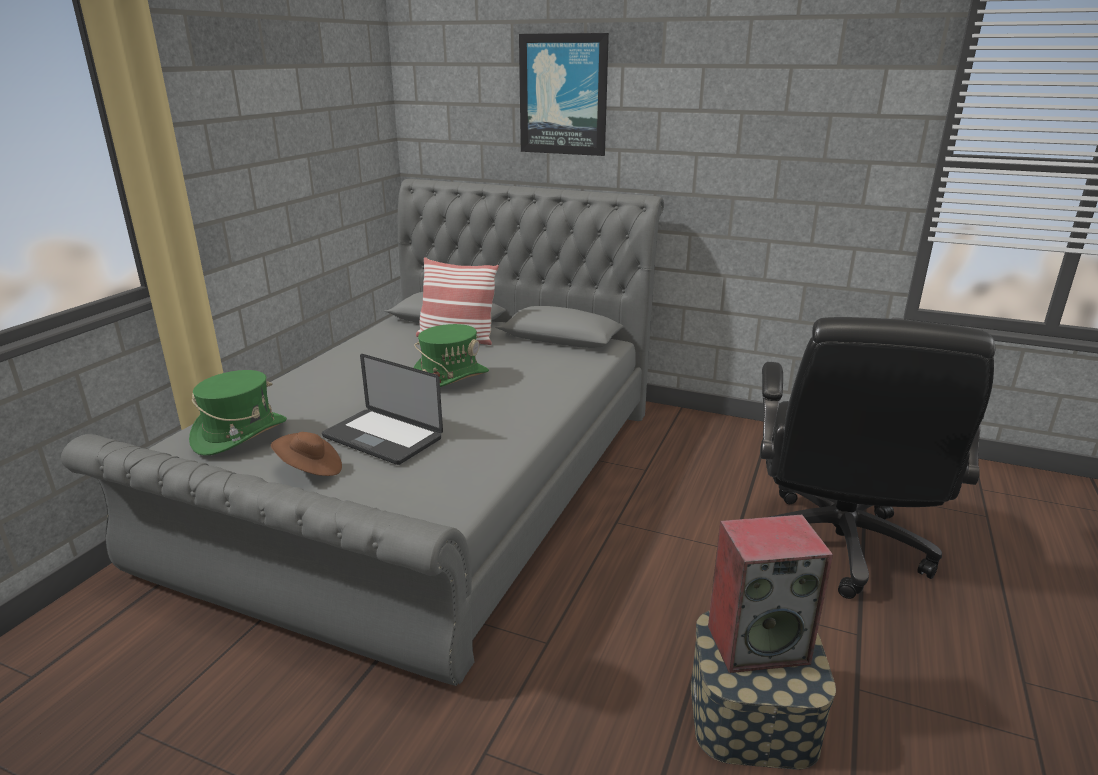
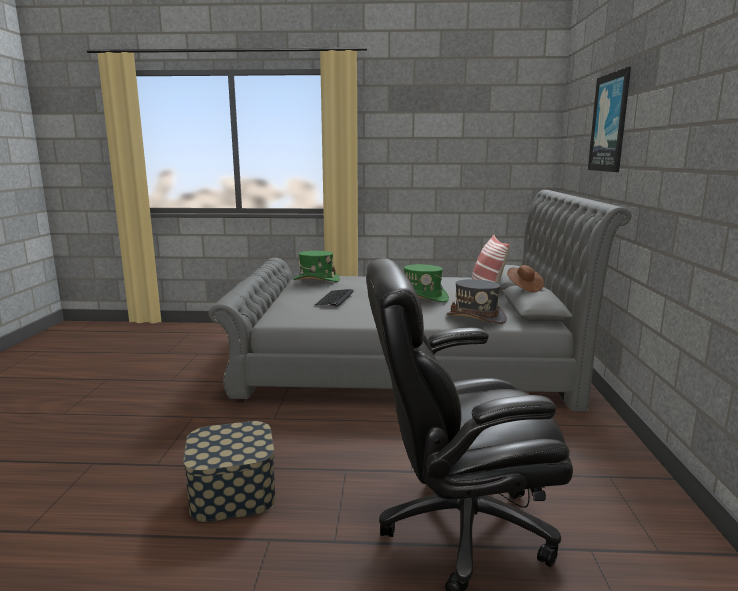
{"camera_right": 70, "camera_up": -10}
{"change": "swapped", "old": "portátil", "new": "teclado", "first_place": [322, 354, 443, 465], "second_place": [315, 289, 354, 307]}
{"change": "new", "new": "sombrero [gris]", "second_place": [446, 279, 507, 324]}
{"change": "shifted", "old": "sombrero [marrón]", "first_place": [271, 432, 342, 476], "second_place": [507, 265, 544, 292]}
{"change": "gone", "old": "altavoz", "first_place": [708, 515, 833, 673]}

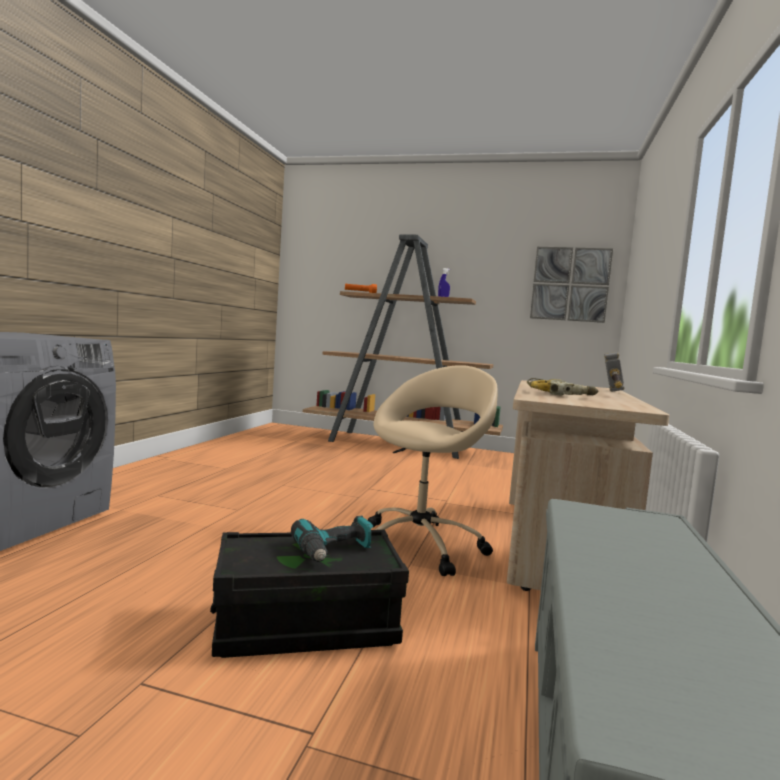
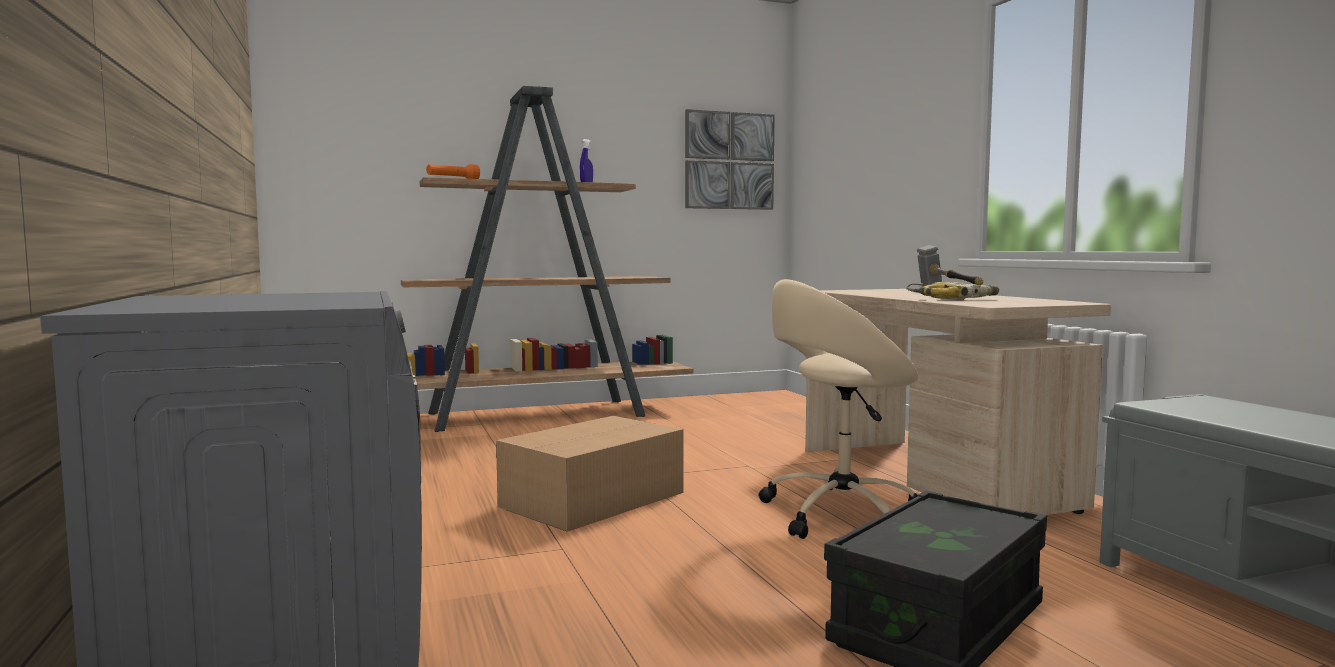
{"camera_right": -35, "camera_up": 0}
{"change": "new", "new": "caja de cartón", "second_place": [496, 416, 684, 532]}
{"change": "rotated", "old": "silla de oficina [beis]", "first_place": [368, 365, 498, 576], "second_place": [758, 279, 918, 539], "degrees": -120}
{"change": "gone", "old": "taladro", "first_place": [291, 516, 373, 562]}

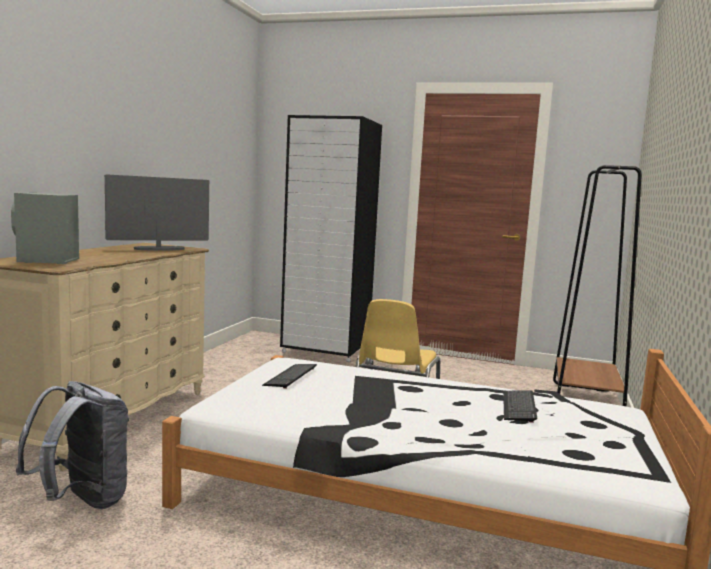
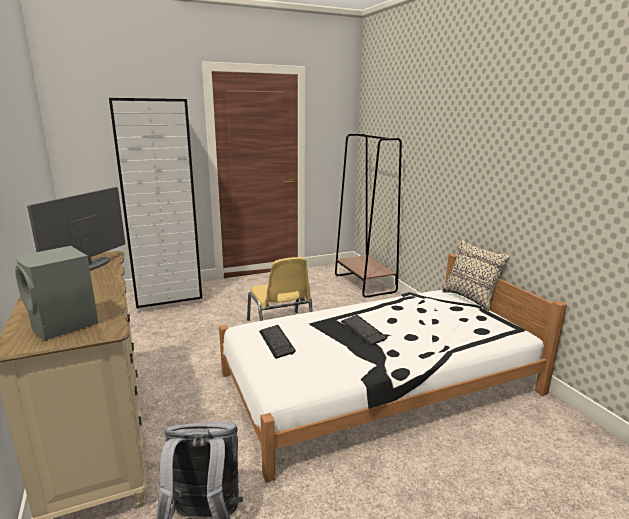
{"camera_right": -40, "camera_up": 10}
{"change": "shifted", "old": "teclado", "first_place": [503, 390, 537, 423], "second_place": [341, 315, 387, 346]}
{"change": "new", "new": "cojín [beis]", "second_place": [442, 240, 510, 312]}

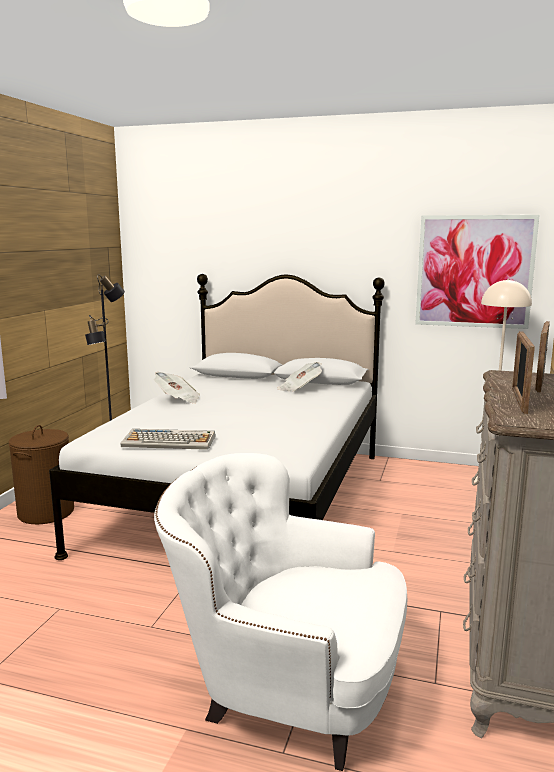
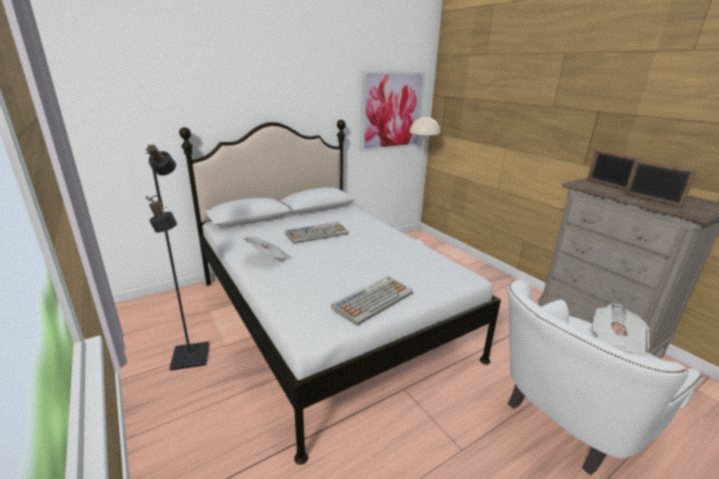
{"camera_right": -50, "camera_up": 10}
{"change": "new", "new": "teclado", "second_place": [285, 222, 349, 244]}
{"change": "shifted", "old": "periódico", "first_place": [277, 362, 322, 391], "second_place": [591, 303, 649, 356]}
{"change": "gone", "old": "cesto de la ropa [marrón]", "first_place": [8, 425, 74, 524]}

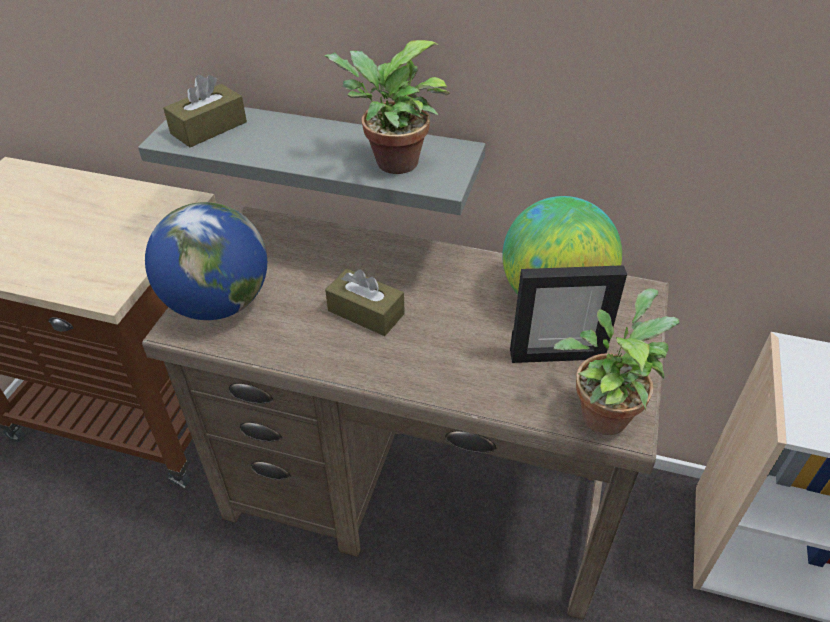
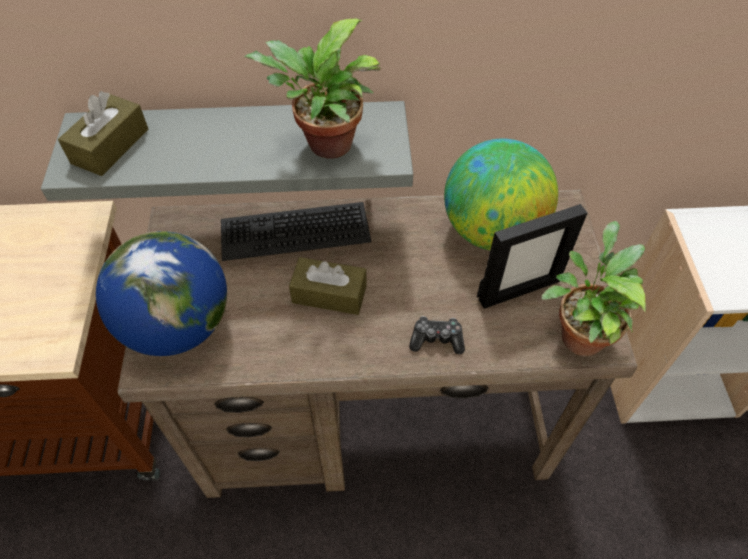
{"camera_right": -20, "camera_up": 10}
{"change": "new", "new": "teclado", "second_place": [221, 202, 372, 261]}
{"change": "new", "new": "mando de consola", "second_place": [409, 316, 465, 354]}

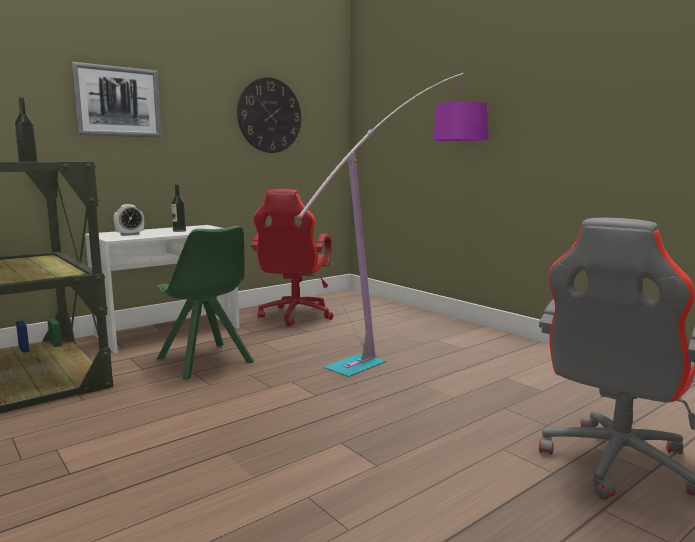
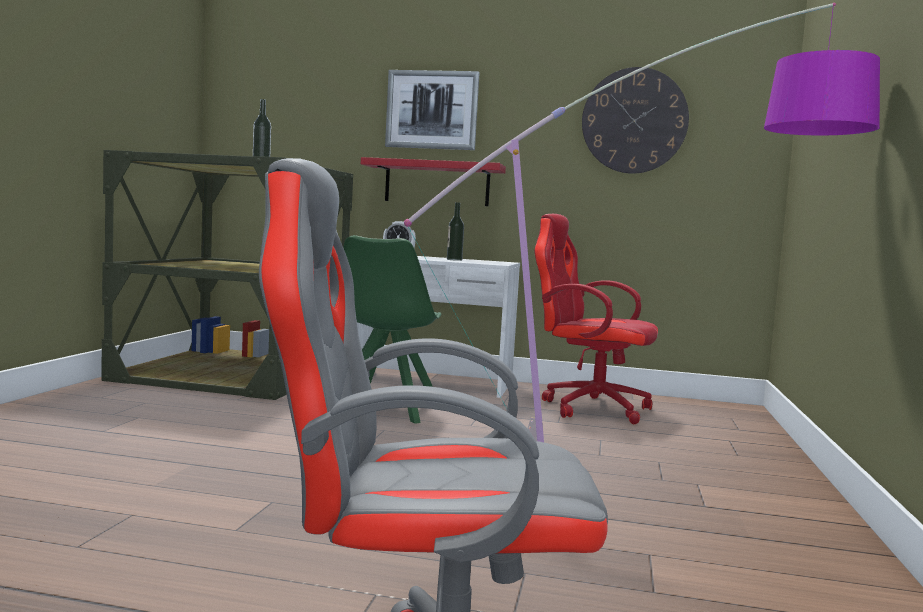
{"camera_right": 50, "camera_up": -5}
{"change": "new", "new": "estante [rojo]", "second_place": [361, 157, 506, 206]}
{"change": "rotated", "old": "silla de oficina [rojo]", "first_place": [251, 189, 333, 326], "second_place": [534, 214, 658, 424], "degrees": 60}

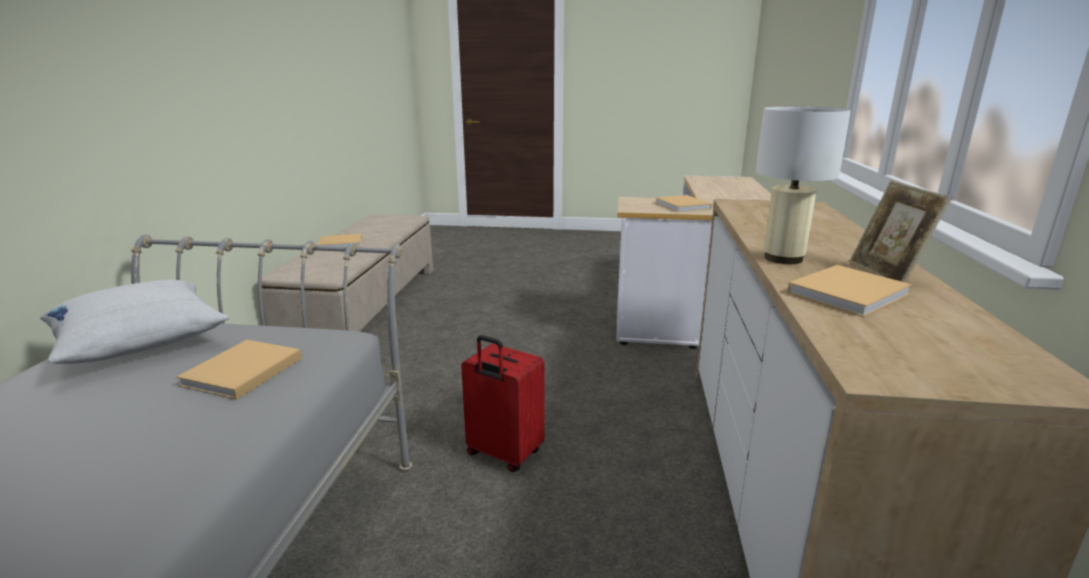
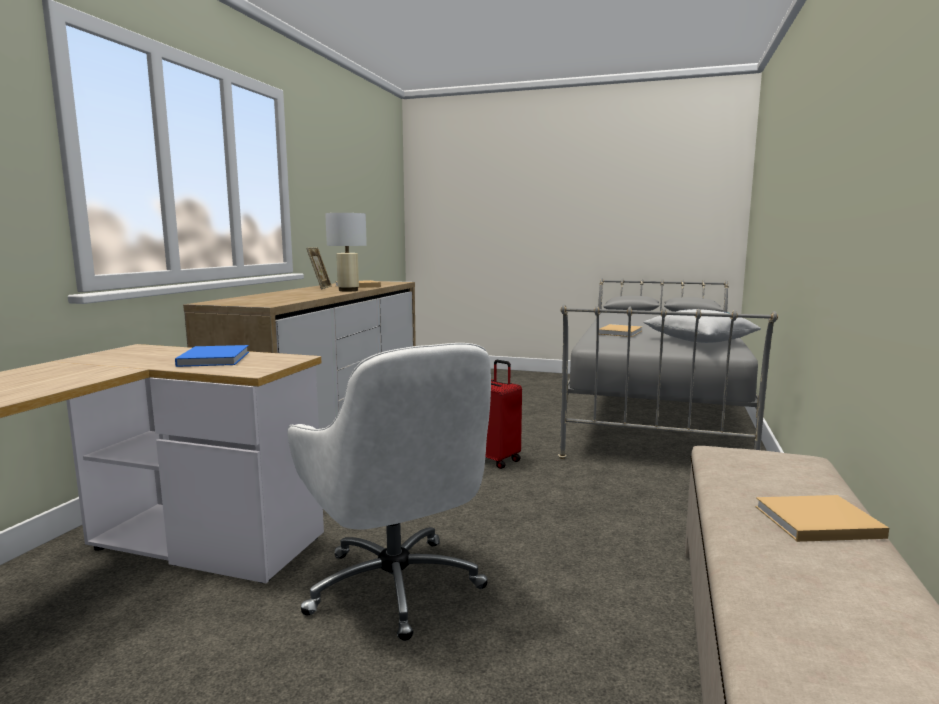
{"camera_right": -170, "camera_up": -10}
{"change": "repainted", "old": "libro [beis]", "new": "libro [azul]", "first_place": [655, 195, 712, 212], "second_place": [175, 345, 249, 367]}
{"change": "new", "new": "silla de oficina [blanco]", "second_place": [288, 343, 491, 641]}

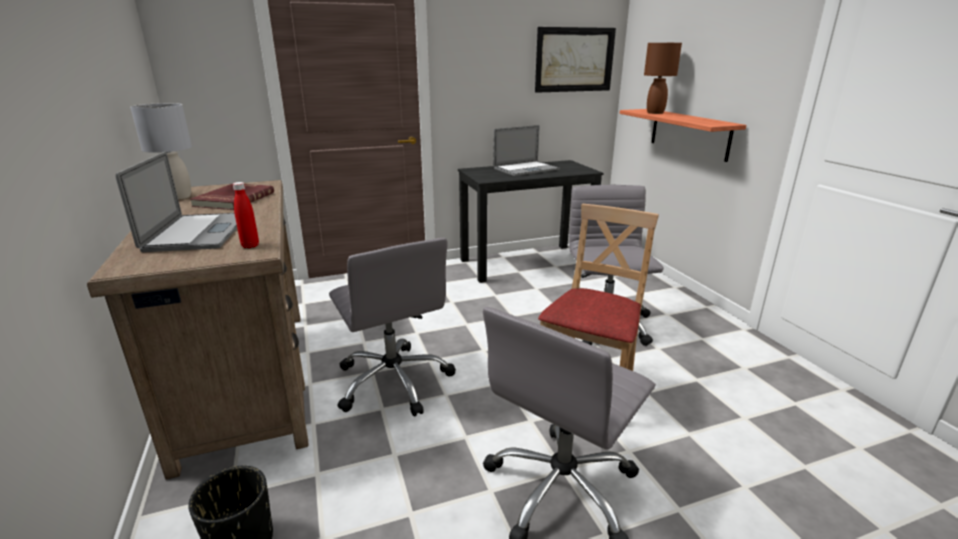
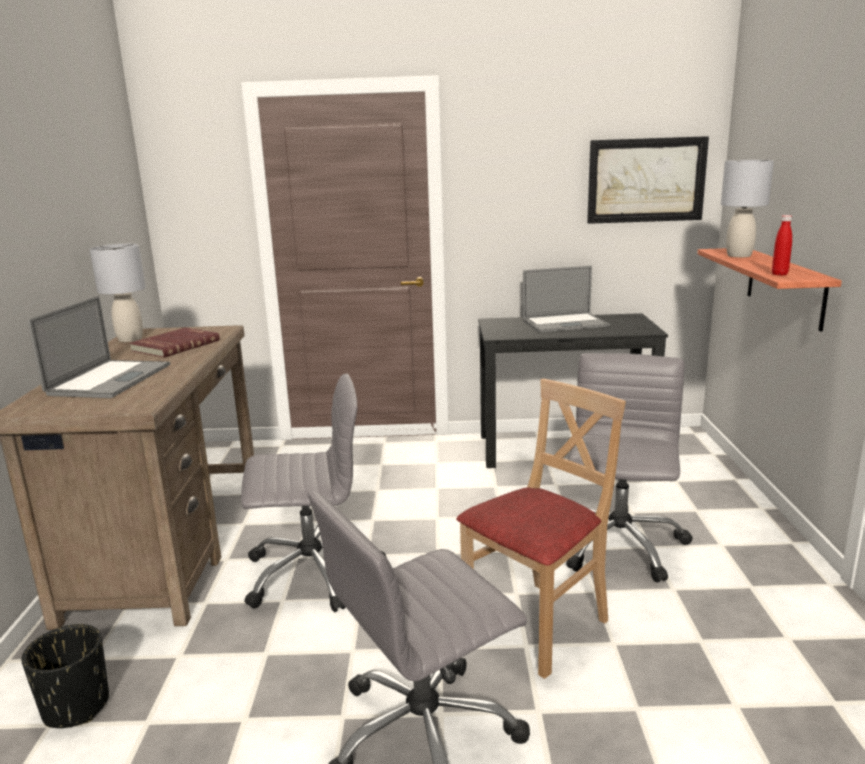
{"camera_right": 20, "camera_up": -5}
{"change": "rotated", "old": "silla de oficina [gris]", "first_place": [329, 238, 456, 416], "second_place": [241, 374, 387, 612], "degrees": -90}
{"change": "repainted", "old": "lámpara de mesa [marrón]", "new": "lámpara de mesa [gris]", "first_place": [644, 43, 682, 114], "second_place": [721, 160, 774, 257]}
{"change": "shifted", "old": "botella [rojo]", "first_place": [233, 182, 259, 248], "second_place": [772, 215, 792, 276]}

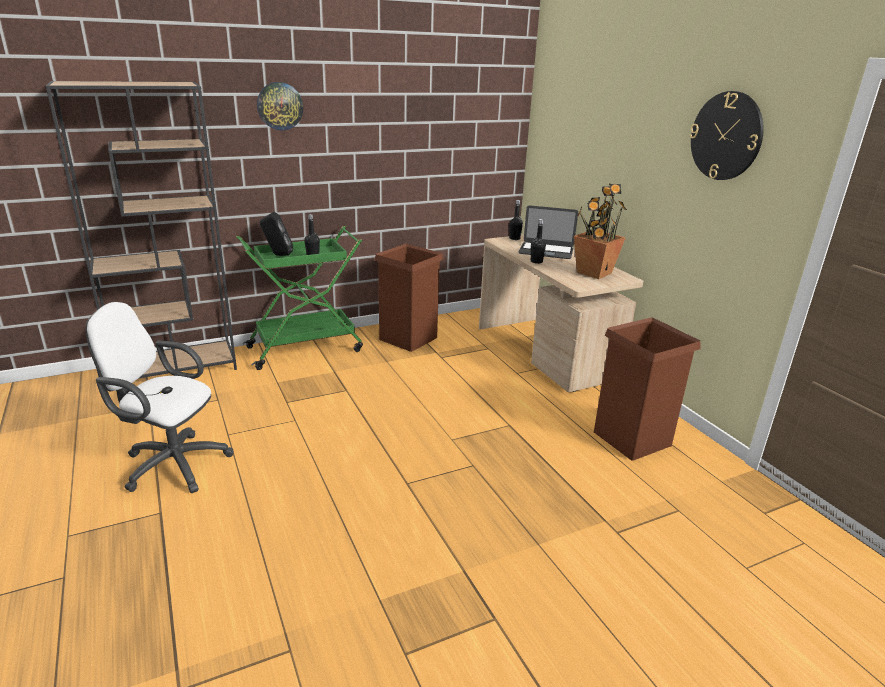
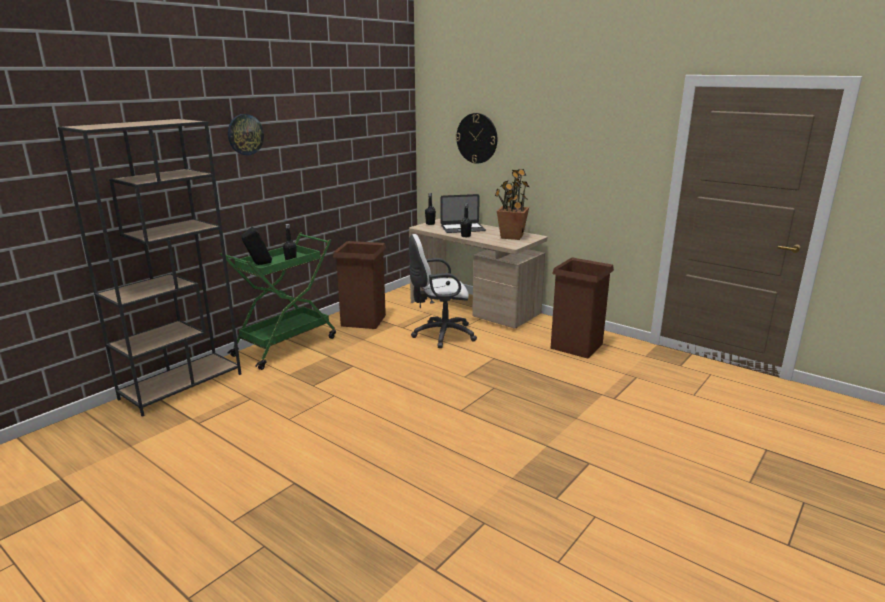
{"camera_right": -25, "camera_up": -5}
{"change": "shifted", "old": "silla de oficina [blanco]", "first_place": [86, 302, 234, 493], "second_place": [409, 234, 477, 348]}
{"change": "shifted", "old": "reloj de pared", "first_place": [690, 91, 764, 180], "second_place": [456, 113, 497, 164]}

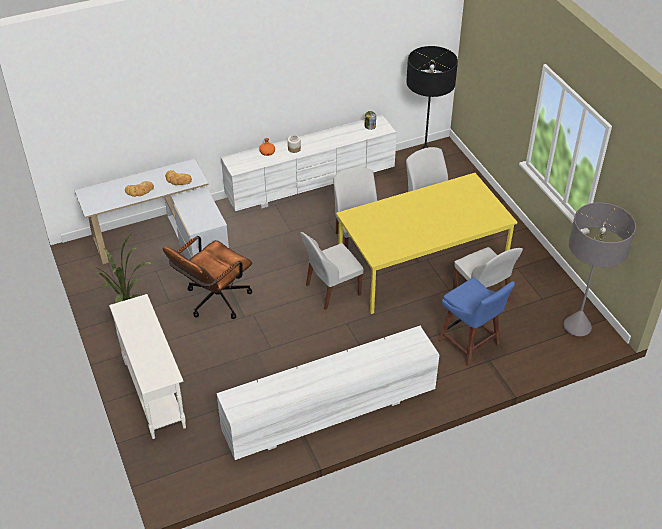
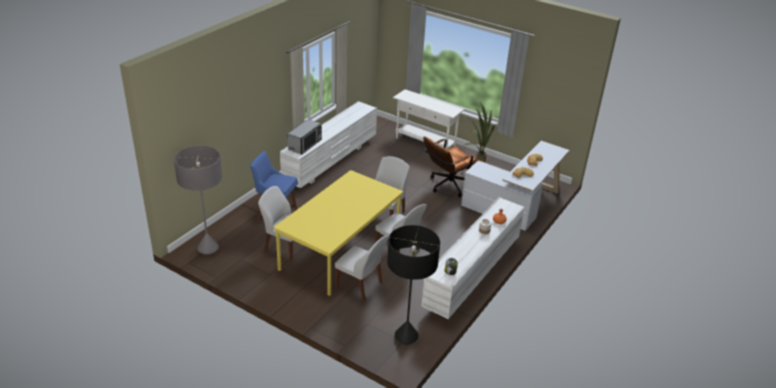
{"camera_right": 145, "camera_up": -10}
{"change": "new", "new": "microondas", "second_place": [287, 119, 322, 154]}
{"change": "rotated", "old": "silla de oficina [marrón]", "first_place": [163, 236, 252, 319], "second_place": [423, 137, 478, 197], "degrees": -135}

